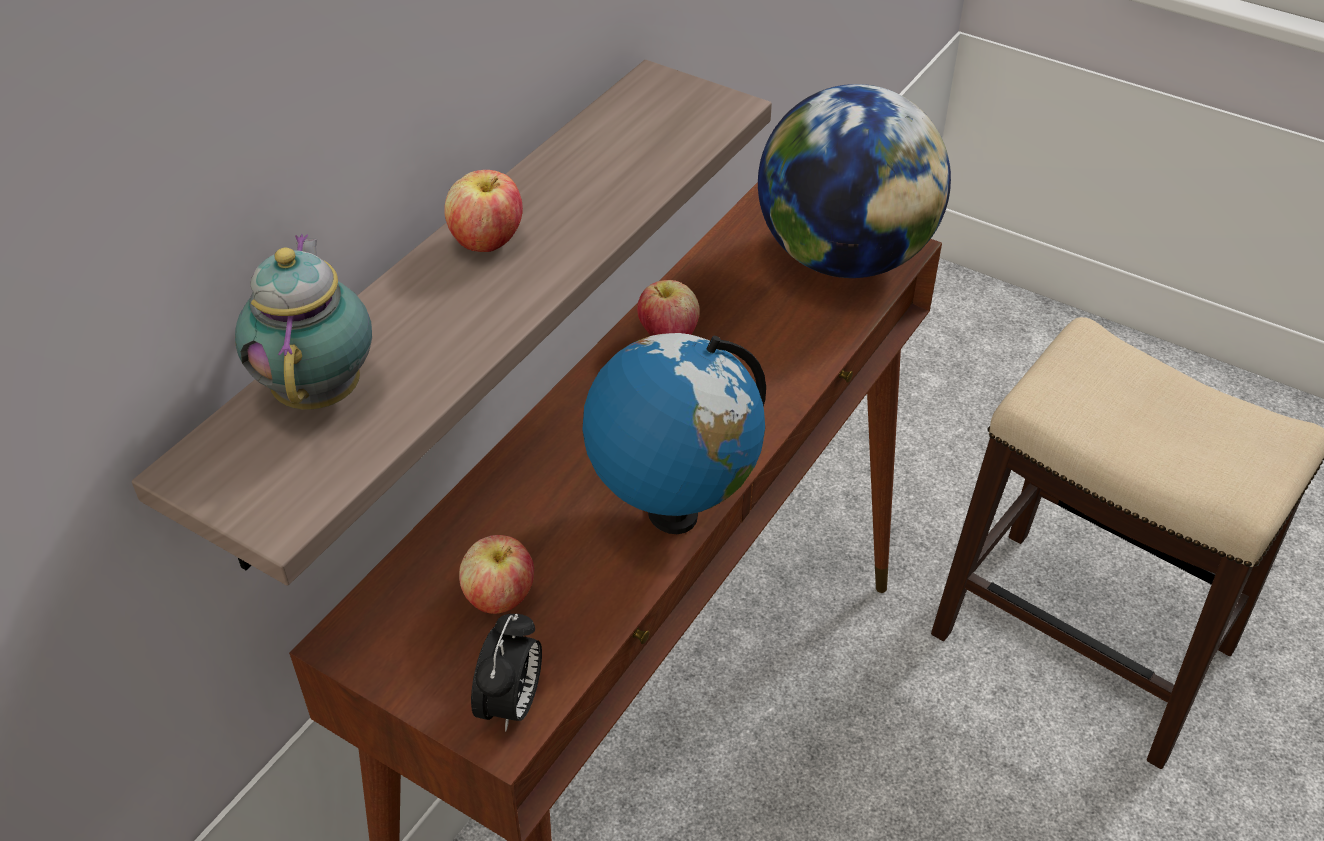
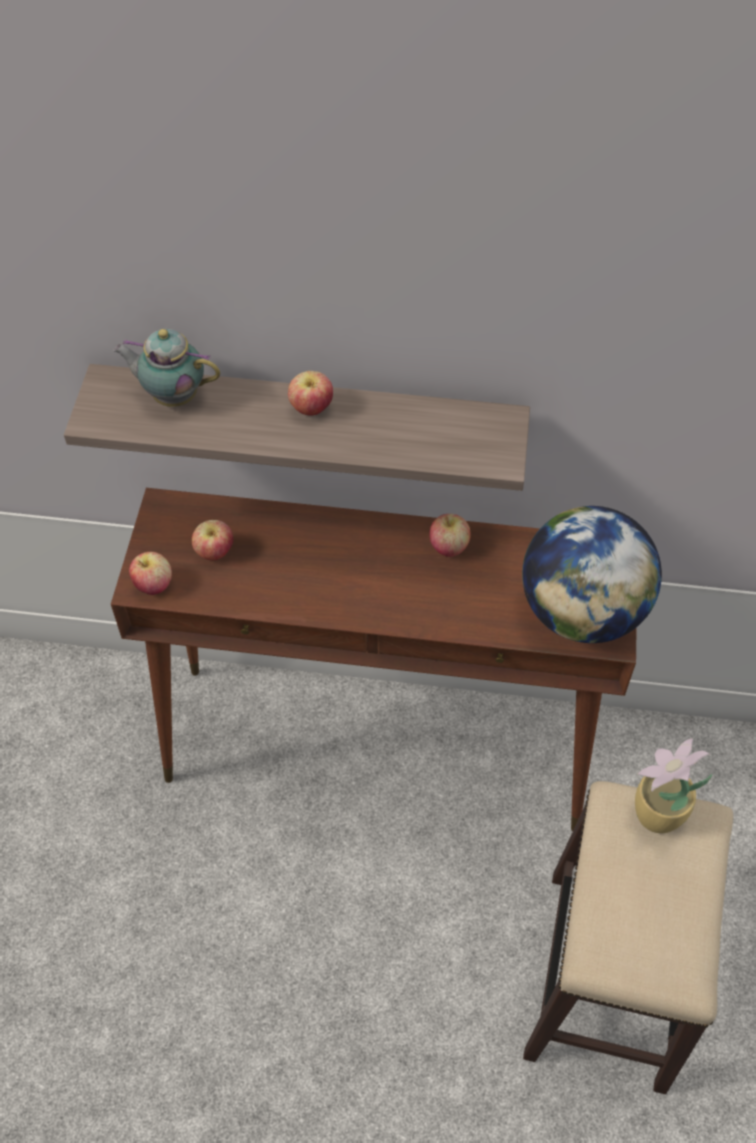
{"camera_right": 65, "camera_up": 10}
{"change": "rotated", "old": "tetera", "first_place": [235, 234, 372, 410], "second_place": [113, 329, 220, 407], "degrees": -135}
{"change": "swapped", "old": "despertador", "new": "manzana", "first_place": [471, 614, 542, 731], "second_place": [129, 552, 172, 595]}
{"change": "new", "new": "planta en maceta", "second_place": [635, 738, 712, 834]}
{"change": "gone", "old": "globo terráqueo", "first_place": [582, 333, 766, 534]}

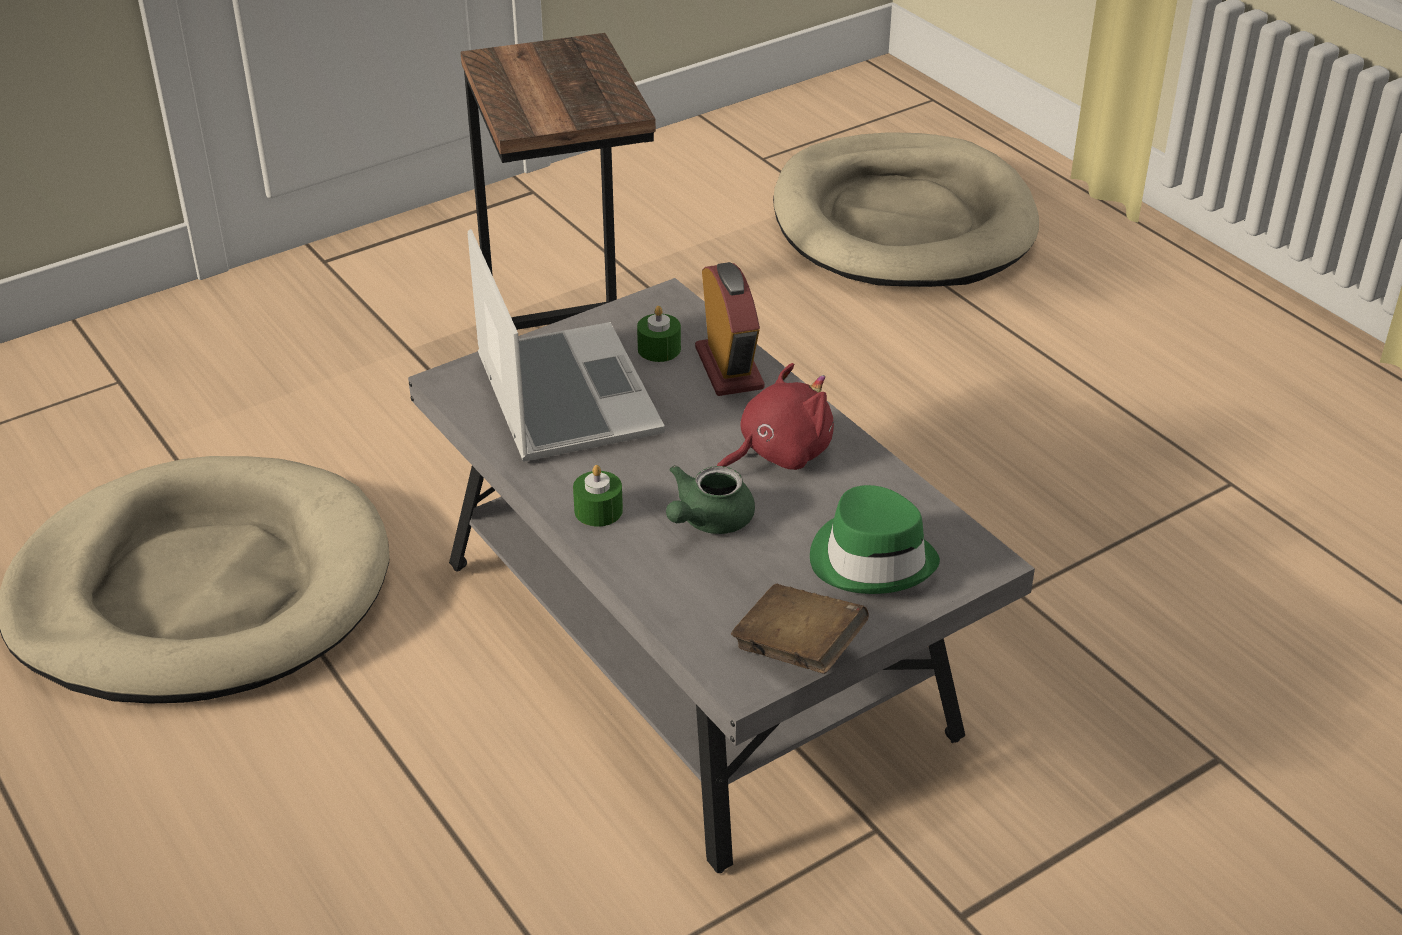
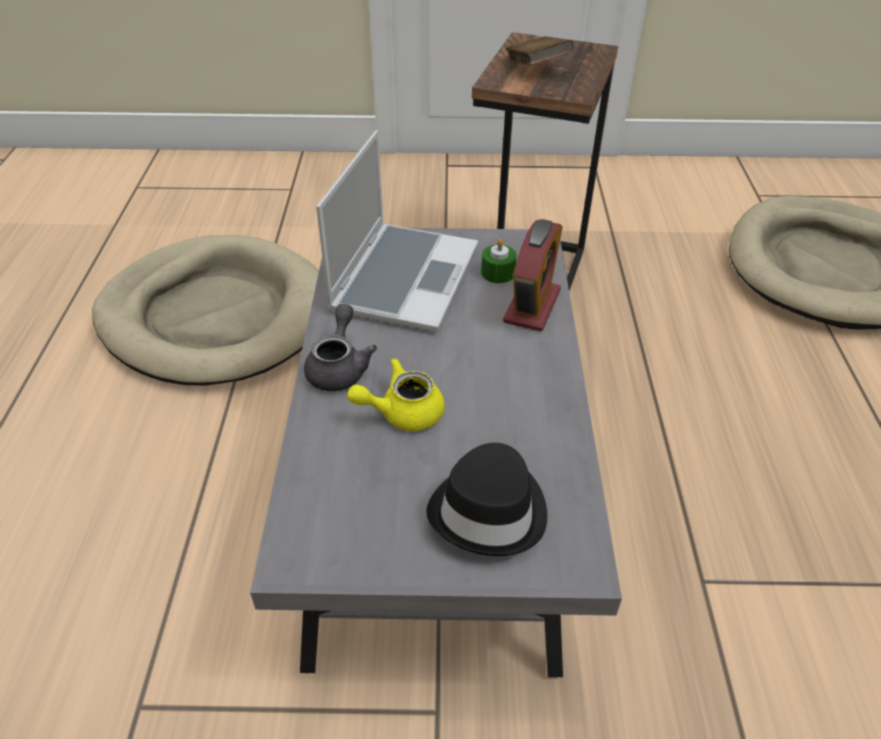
{"camera_right": 35, "camera_up": 5}
{"change": "swapped", "old": "vela [verde]", "new": "tetera [gris]", "first_place": [573, 465, 623, 527], "second_place": [304, 304, 377, 391]}
{"change": "repainted", "old": "tetera [verde]", "new": "tetera [amarillo]", "first_place": [666, 465, 755, 534], "second_place": [347, 358, 445, 431]}
{"change": "repainted", "old": "sombrero [verde]", "new": "sombrero [negro]", "first_place": [810, 485, 940, 594], "second_place": [426, 443, 547, 556]}
{"change": "shifted", "old": "libro [marrón]", "first_place": [731, 584, 869, 674], "second_place": [506, 36, 574, 65]}
{"change": "gone", "old": "peluche [rojo]", "first_place": [717, 363, 834, 470]}

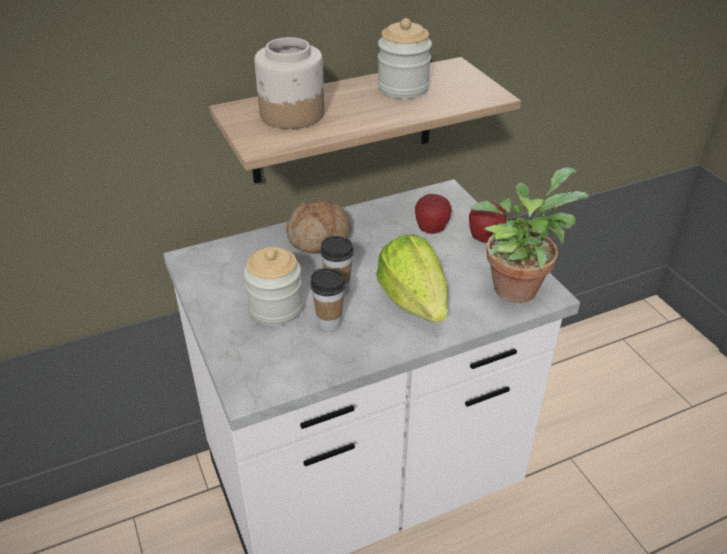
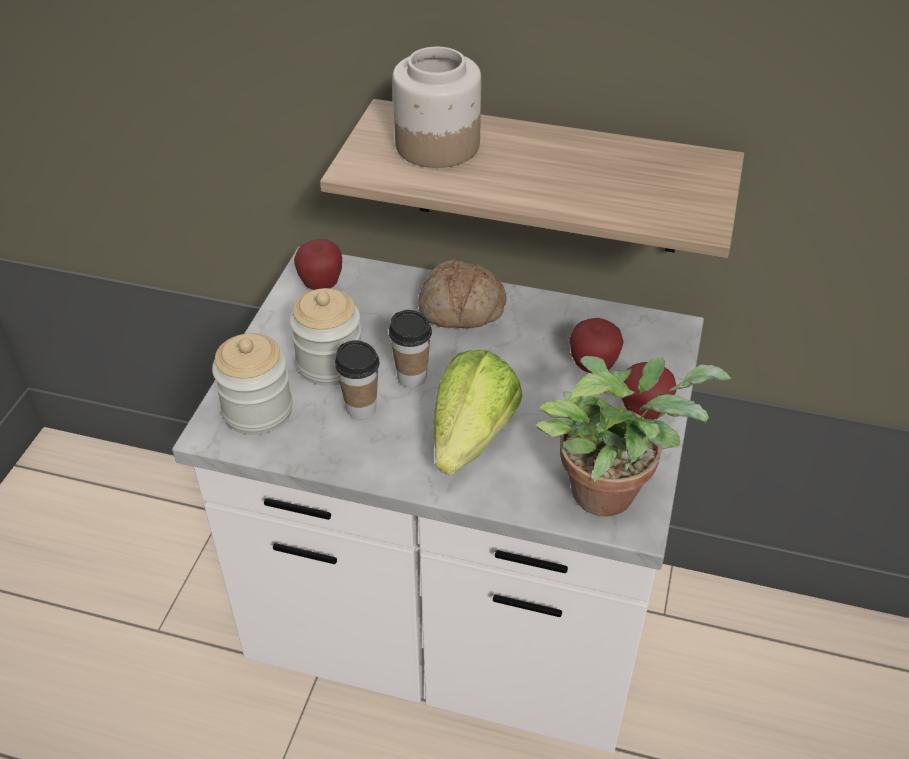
{"camera_right": 40, "camera_up": 5}
{"change": "shifted", "old": "tarro", "first_place": [377, 18, 432, 99], "second_place": [212, 333, 293, 435]}
{"change": "new", "new": "manzana", "second_place": [294, 239, 342, 290]}

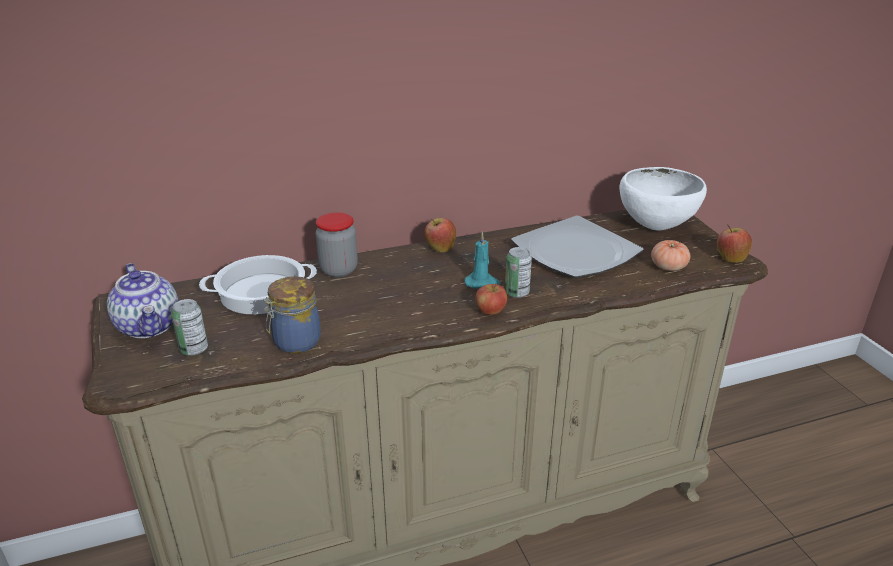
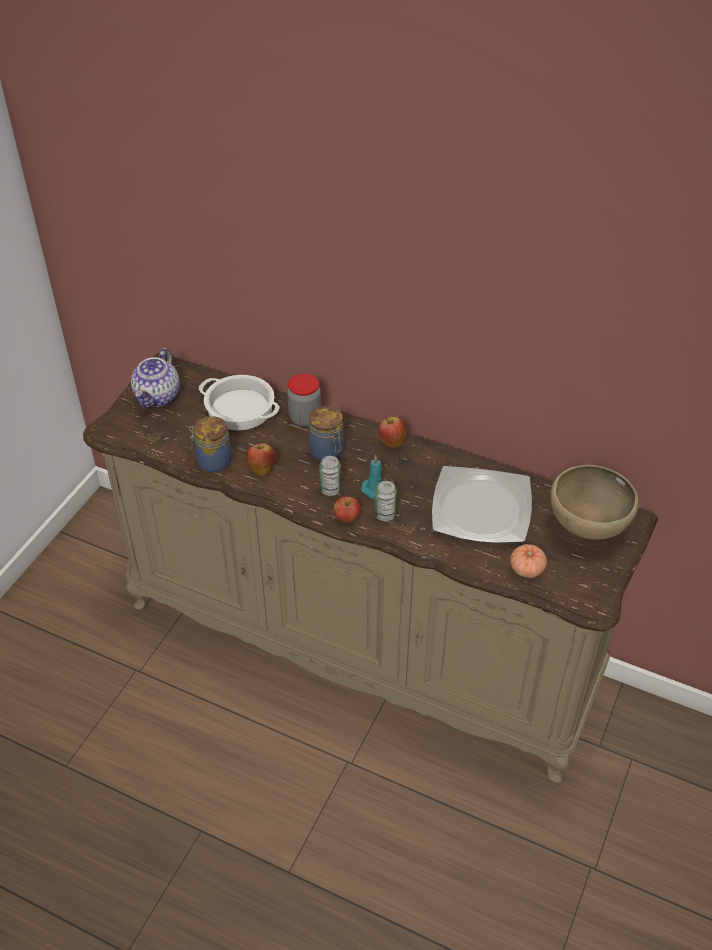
{"camera_right": 45, "camera_up": 15}
{"change": "shifted", "old": "manzana", "first_place": [717, 224, 752, 263], "second_place": [247, 440, 276, 476]}
{"change": "new", "new": "tarro", "second_place": [309, 406, 344, 461]}
{"change": "shifted", "old": "lata", "first_place": [171, 299, 208, 356], "second_place": [319, 456, 341, 496]}
{"change": "repainted", "old": "cuenco [blanco]", "new": "cuenco [marrón]", "first_place": [619, 167, 707, 231], "second_place": [551, 465, 639, 540]}

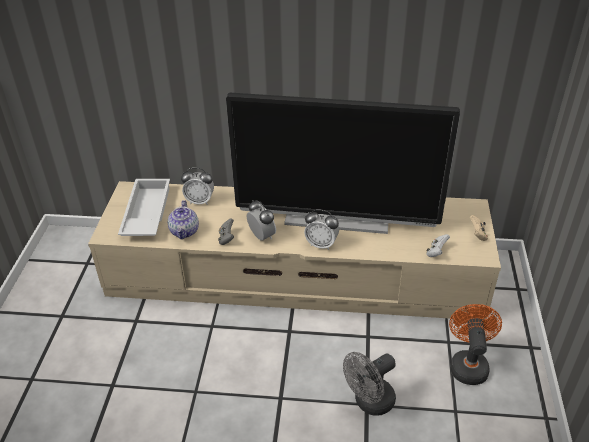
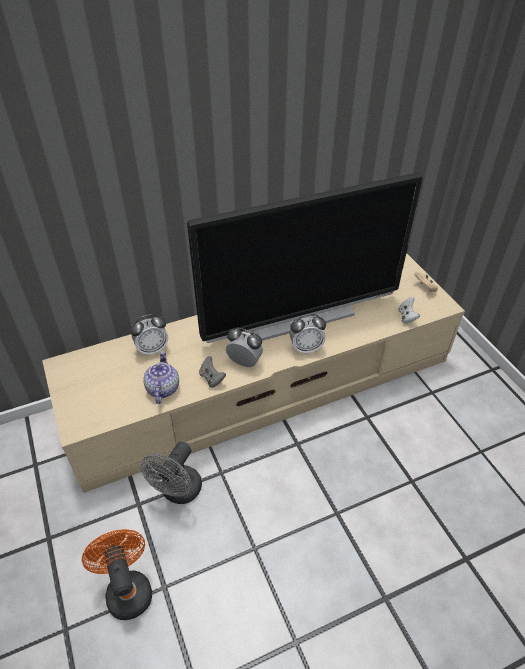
{"camera_right": -30, "camera_up": 5}
{"change": "shifted", "old": "ventilador [naranja]", "first_place": [449, 304, 502, 385], "second_place": [82, 529, 152, 620]}
{"change": "shifted", "old": "ventilador [gris]", "first_place": [343, 352, 396, 416], "second_place": [141, 442, 202, 504]}
{"change": "rotated", "old": "tetera", "first_place": [168, 200, 199, 239], "second_place": [143, 351, 179, 404], "degrees": -150}
{"change": "gone", "old": "bandeja [blanco]", "first_place": [118, 179, 170, 236]}

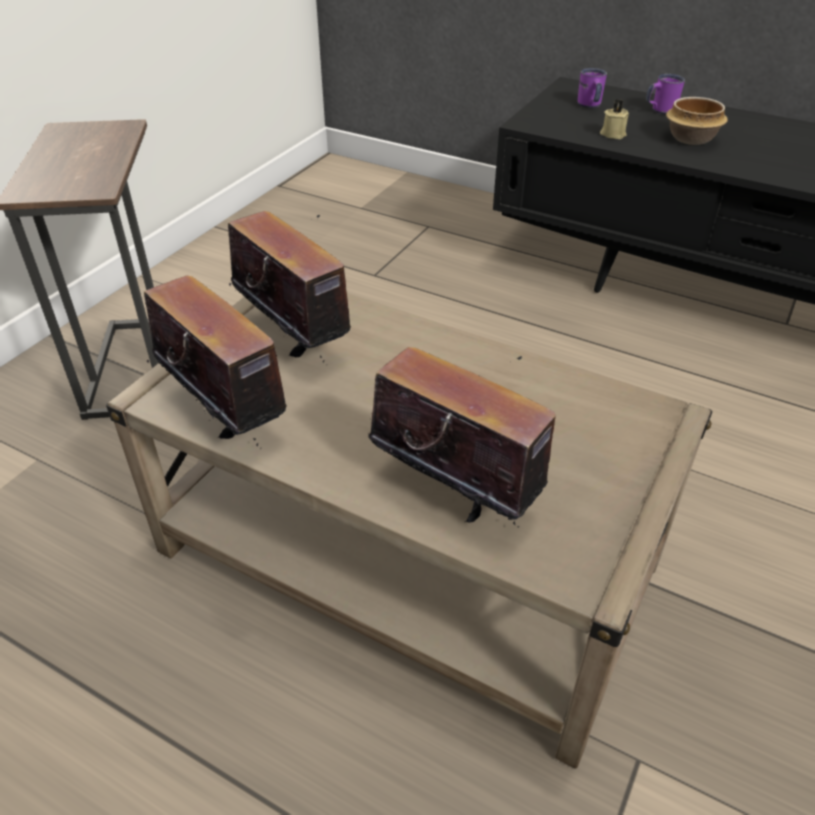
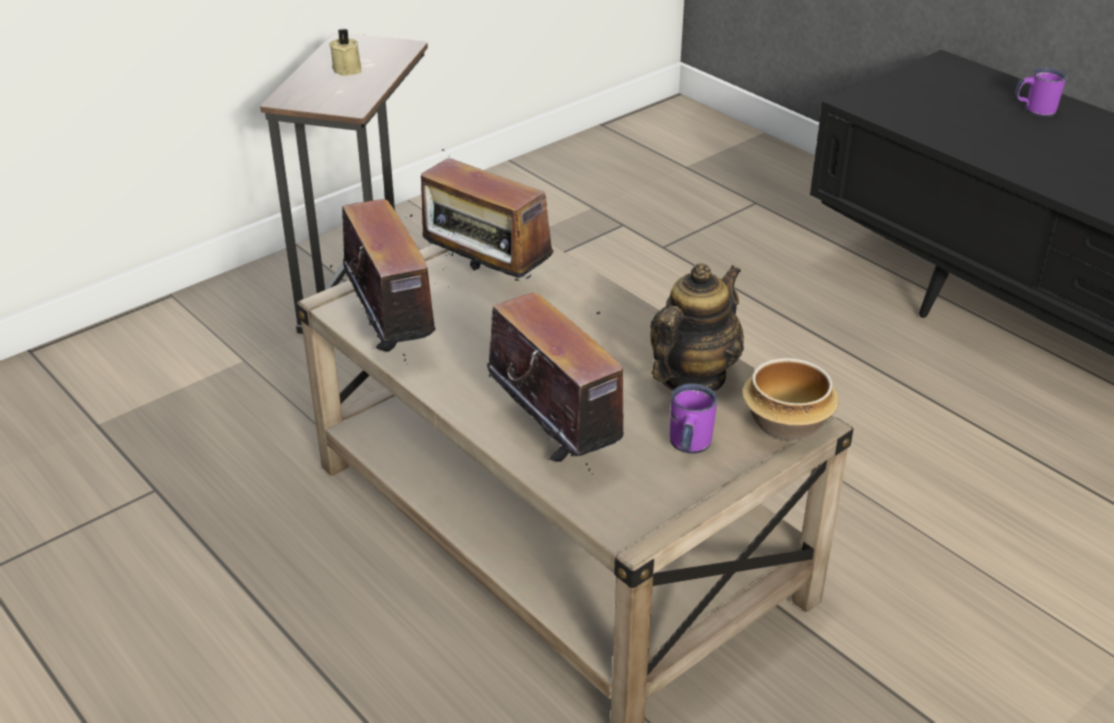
{"camera_right": 20, "camera_up": -5}
{"change": "shifted", "old": "vela [beis]", "first_place": [600, 99, 629, 139], "second_place": [329, 29, 362, 76]}
{"change": "rotated", "old": "radio", "first_place": [228, 211, 351, 365], "second_place": [421, 149, 554, 284], "degrees": 150}
{"change": "new", "new": "tetera", "second_place": [650, 263, 744, 391]}
{"change": "shifted", "old": "taza grande [morado]", "first_place": [577, 68, 607, 108], "second_place": [670, 383, 717, 454]}
{"change": "shifted", "old": "cuenco", "first_place": [666, 97, 728, 145], "second_place": [742, 358, 839, 440]}

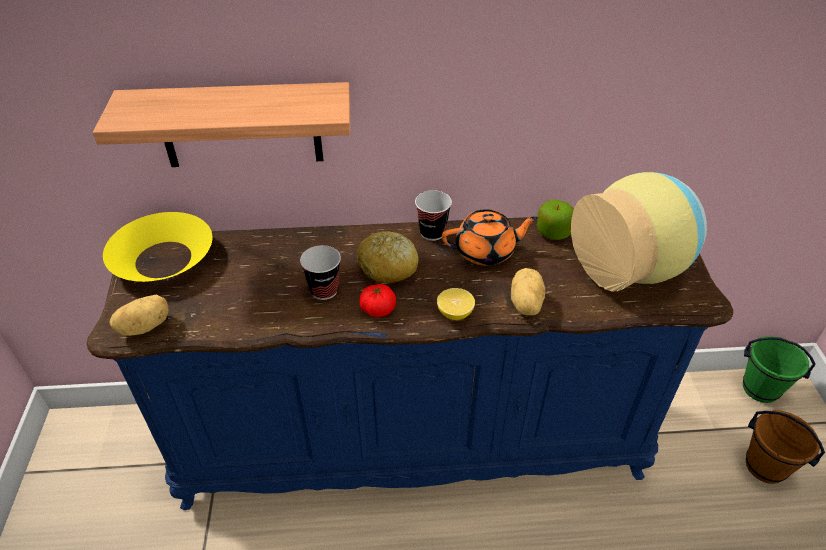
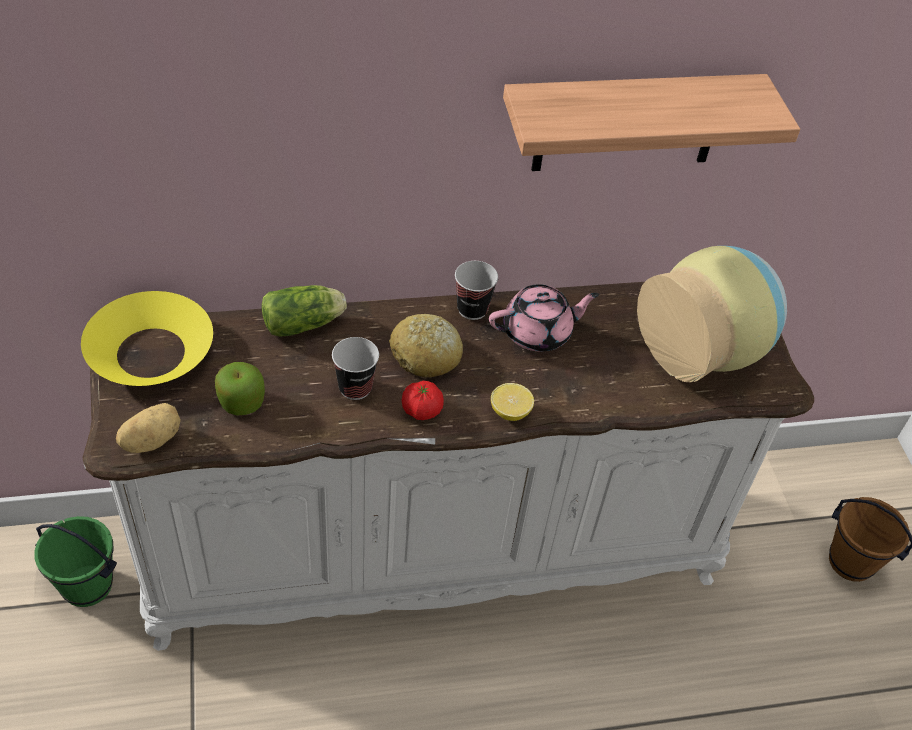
{"camera_right": -10, "camera_up": 5}
{"change": "shifted", "old": "cubo [verde]", "first_place": [743, 336, 816, 403], "second_place": [35, 516, 117, 607]}
{"change": "repainted", "old": "armario [azul]", "new": "armario [blanco]", "first_place": [86, 217, 733, 510], "second_place": [82, 282, 814, 651]}
{"change": "shifted", "old": "manzana", "first_place": [537, 200, 574, 240], "second_place": [215, 362, 265, 416]}
{"change": "new", "new": "lechuga", "second_place": [261, 285, 347, 337]}
{"change": "repainted", "old": "tetera [naranja]", "new": "tetera [rosa]", "first_place": [442, 209, 538, 266], "second_place": [489, 284, 600, 352]}
{"change": "shifted", "old": "estante", "first_place": [93, 82, 350, 167], "second_place": [503, 74, 800, 171]}
{"change": "gone", "old": "patata", "first_place": [511, 268, 545, 315]}

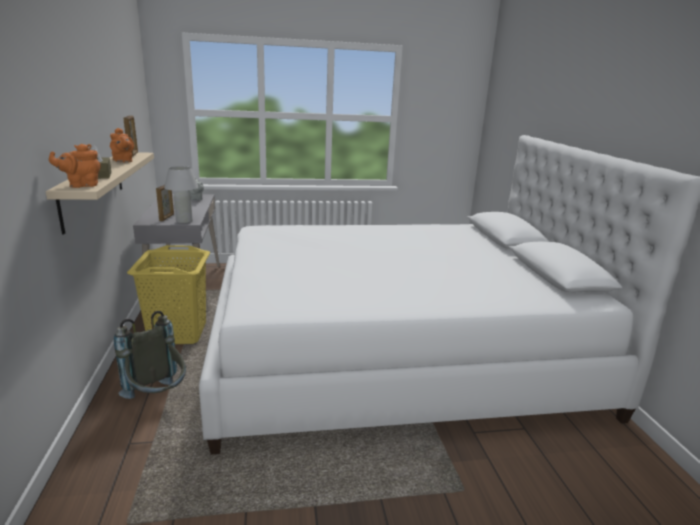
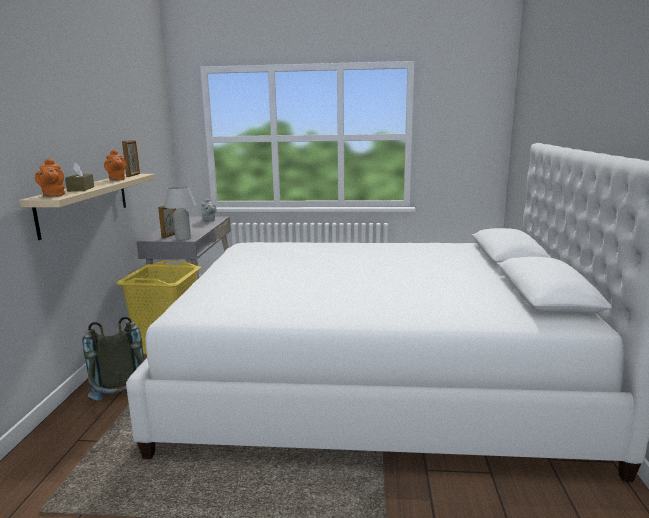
{"camera_right": 15, "camera_up": -5}
{"change": "rotated", "old": "tetera [naranja]", "first_place": [49, 144, 101, 188], "second_place": [35, 158, 65, 197], "degrees": -90}

